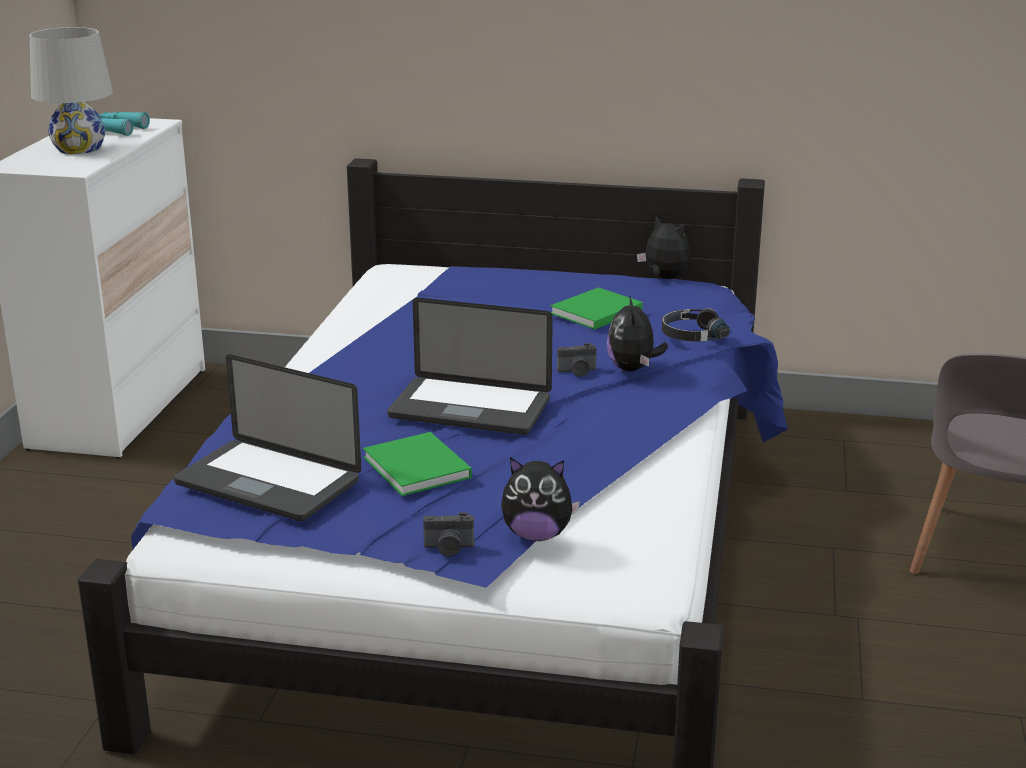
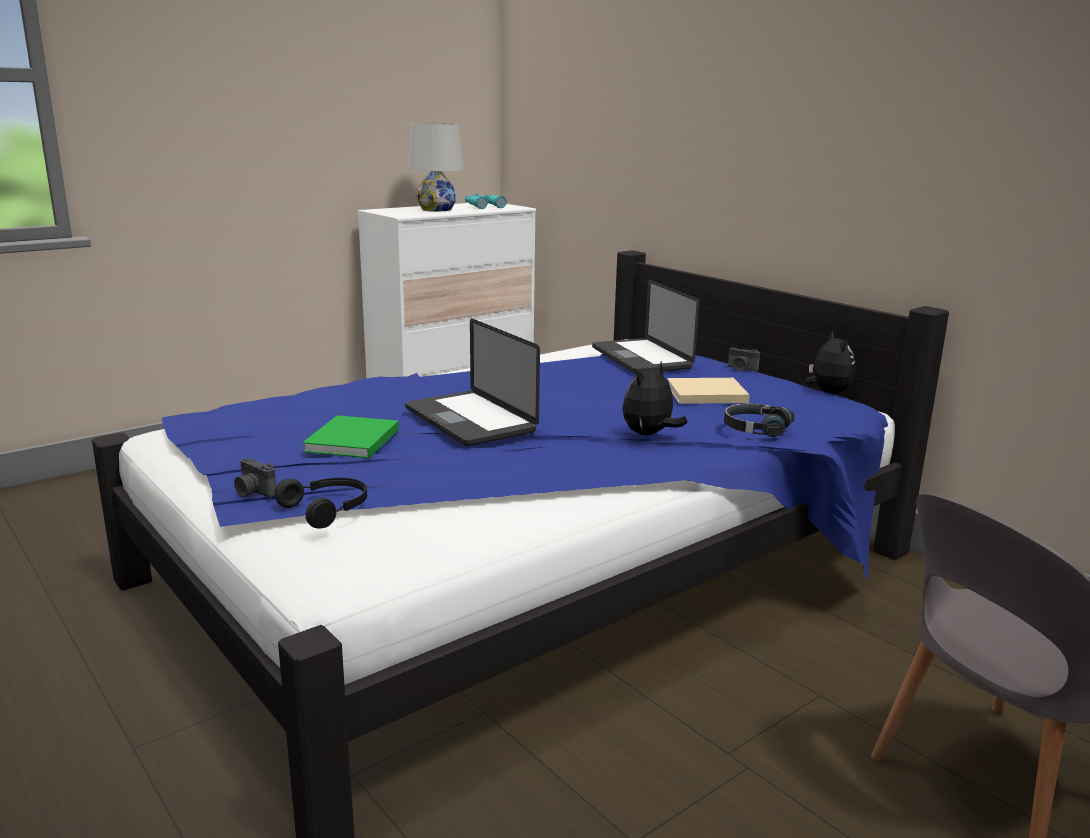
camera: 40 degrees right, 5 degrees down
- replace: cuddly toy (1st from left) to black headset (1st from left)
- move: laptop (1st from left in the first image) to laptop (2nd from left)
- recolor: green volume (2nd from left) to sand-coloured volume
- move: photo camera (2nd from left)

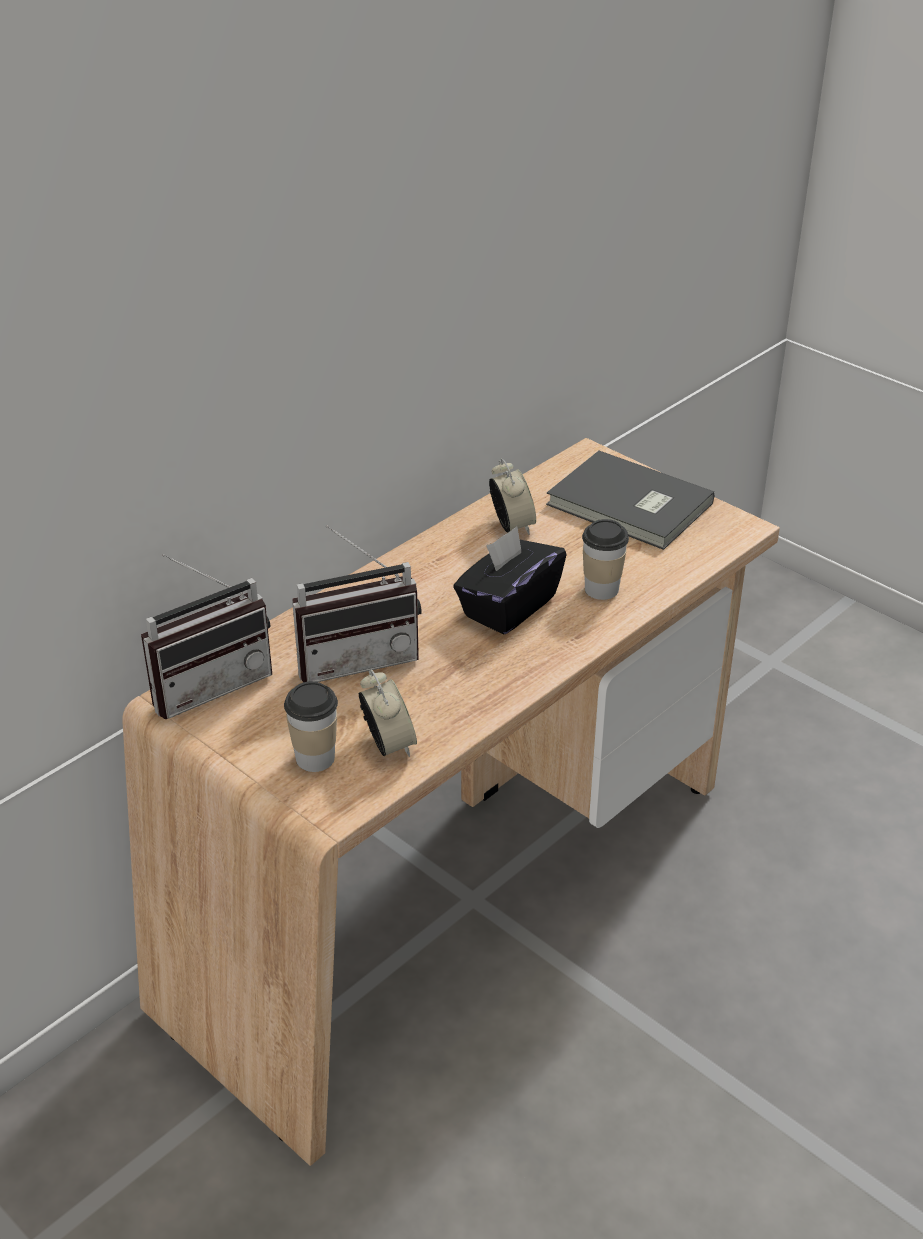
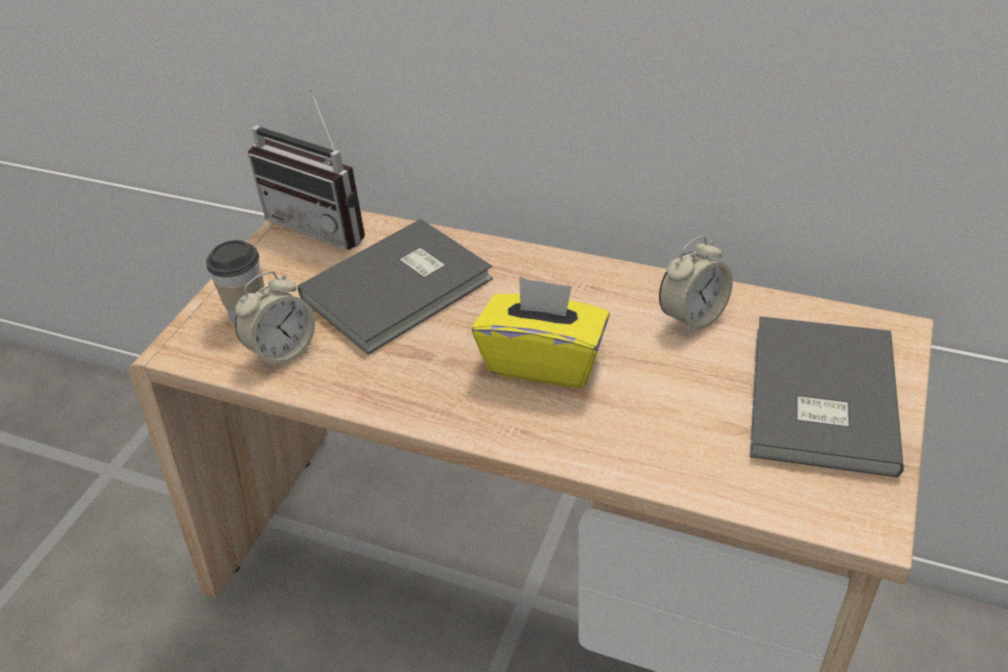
camera: 70 degrees right, 5 degrees up
- replace: radio (2nd from left) to gray volume (1st from left)
- recolor: black box of tissues to yellow-coloured box of tissues
- delete: cup (2nd from left)

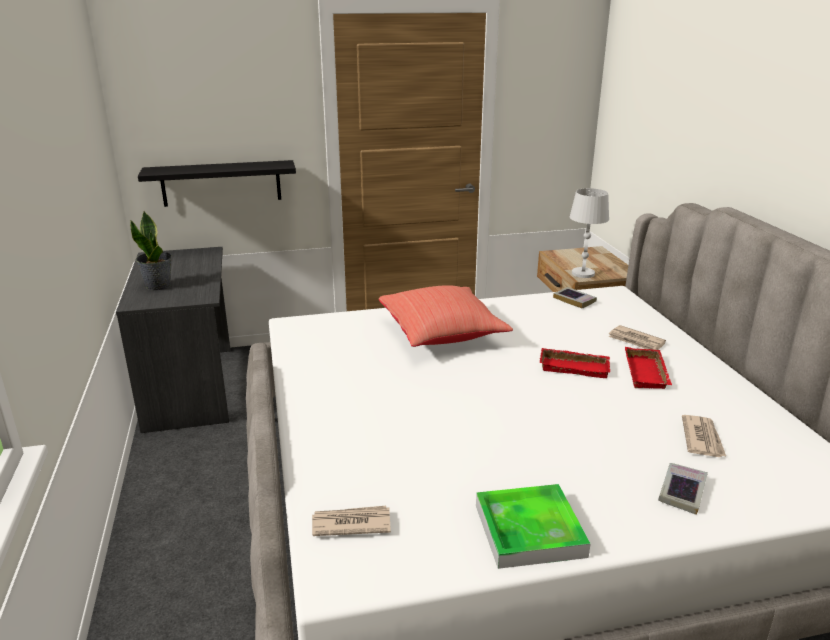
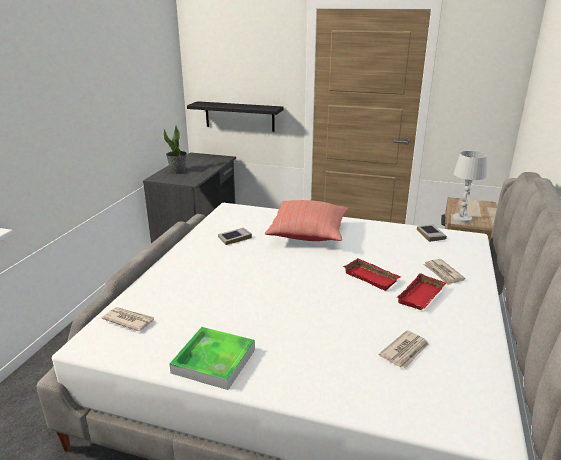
camera: 30 degrees right, 0 degrees up
- move: volume (2nd from left in the first image) to volume (1st from left)

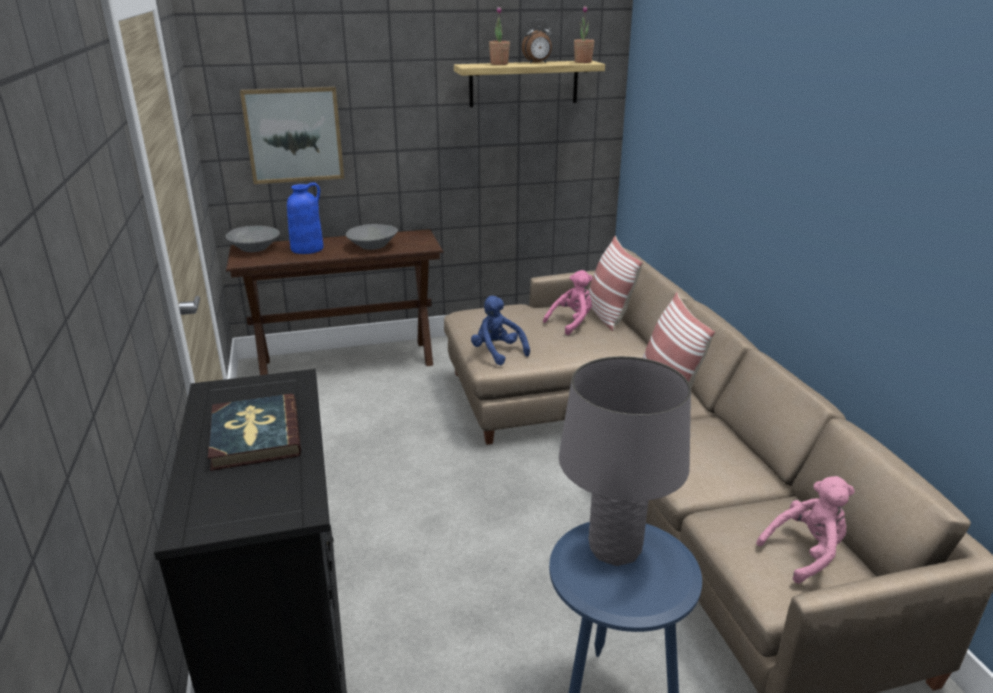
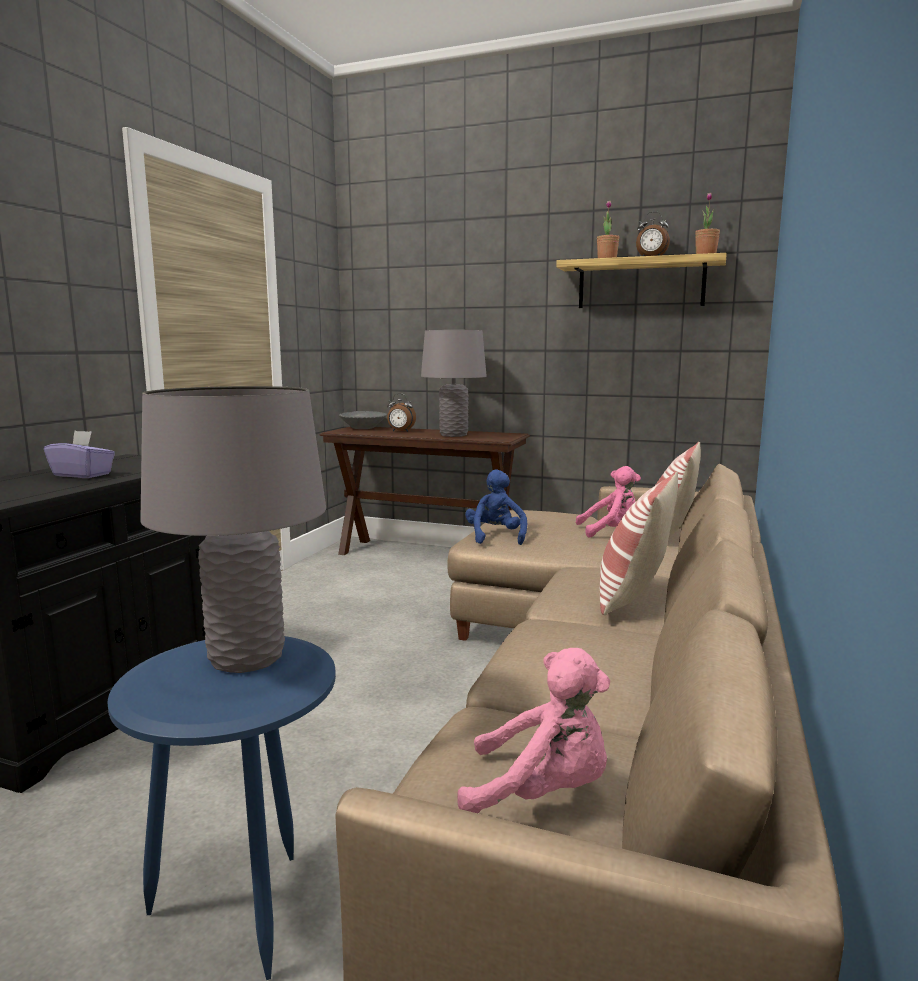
camera: 35 degrees right, 15 degrees down
- replace: volume to purple box of tissues
- replace: blue-coloured decorative vase to alarm clock (1st from left)
- replace: gray bowl (2nd from left) to gray tabletop lamp (2nd from left)
- delete: wall art

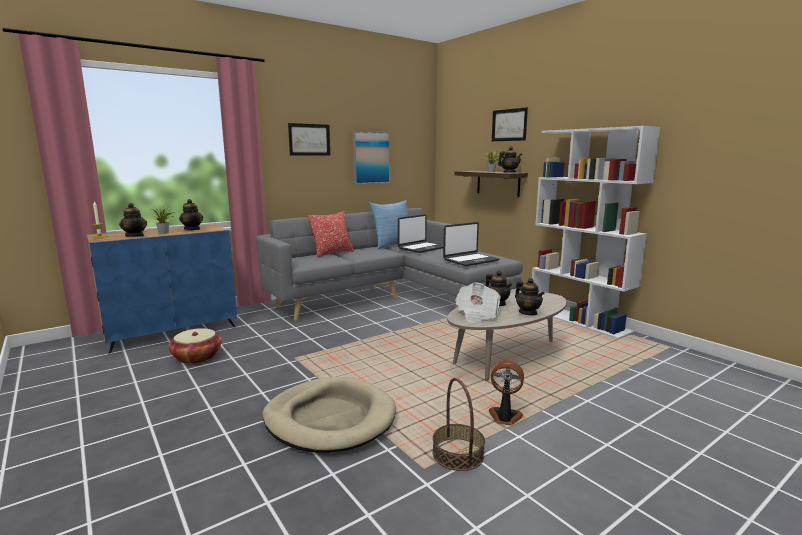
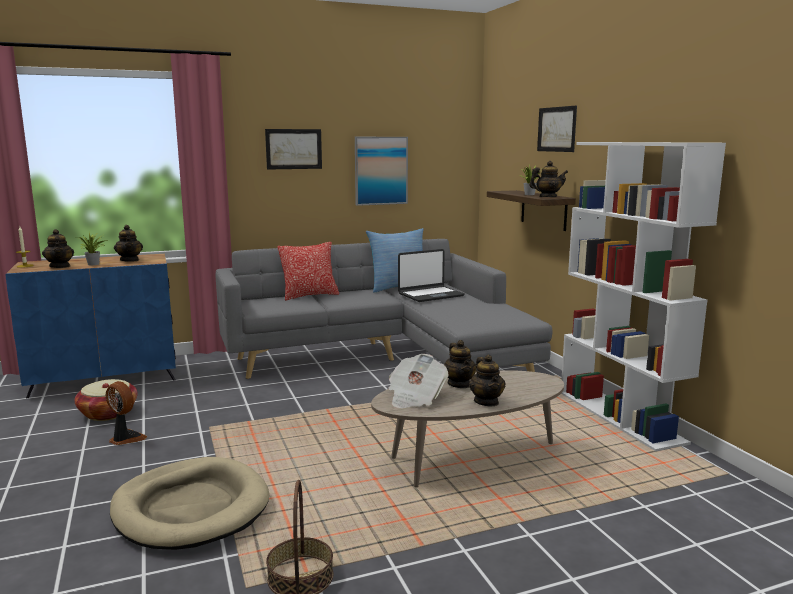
camera: 15 degrees right, 0 degrees up
- move: fan
- delete: laptop (2nd from left)

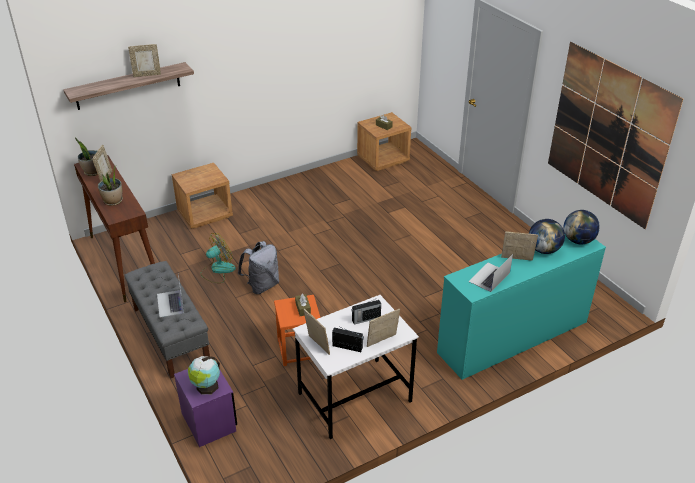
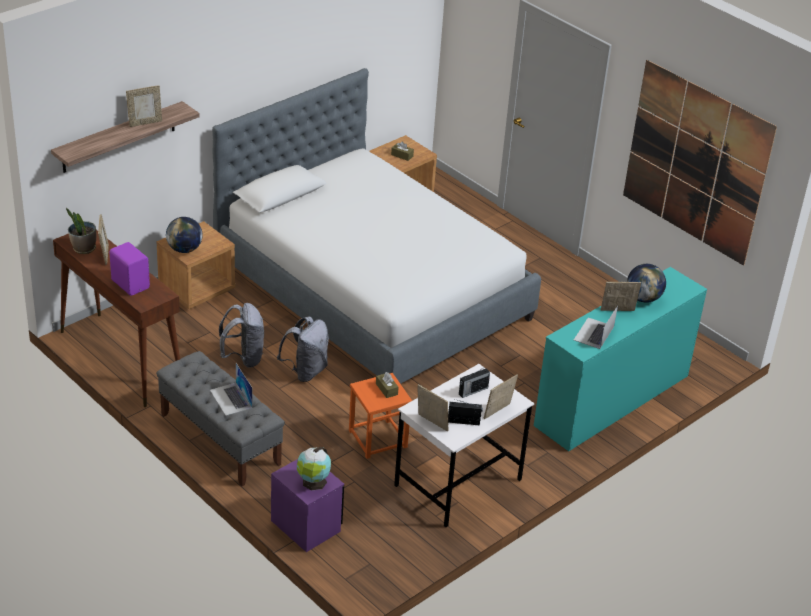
camera: 15 degrees left, 0 degrees up
- replace: plant in a pot (2nd from left) to purple audio speaker
- move: desk globe (3rd from left in the first image) to desk globe (1st from left)
- insert: bed
- replace: fan to gray knapsack (1st from left)

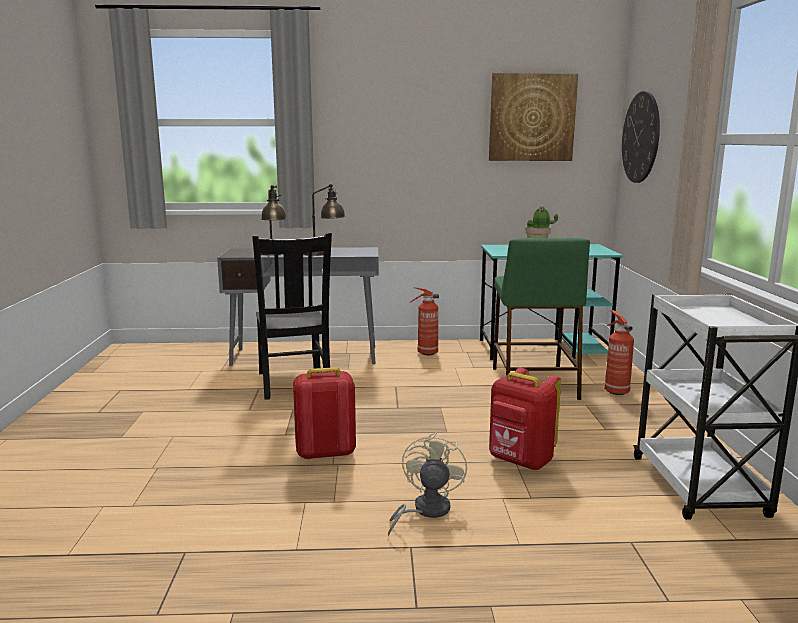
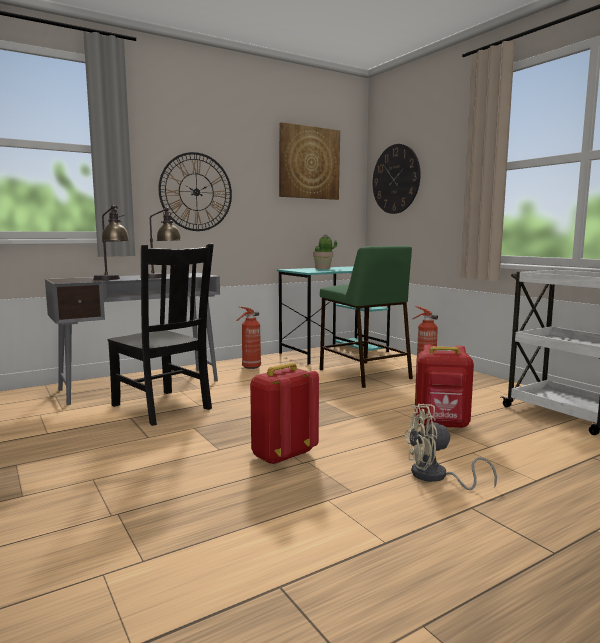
camera: 30 degrees left, 5 degrees down
- insert: hanging clock (1st from left)
- rotate: sand-coloured fan 75 degrees counterclockwise

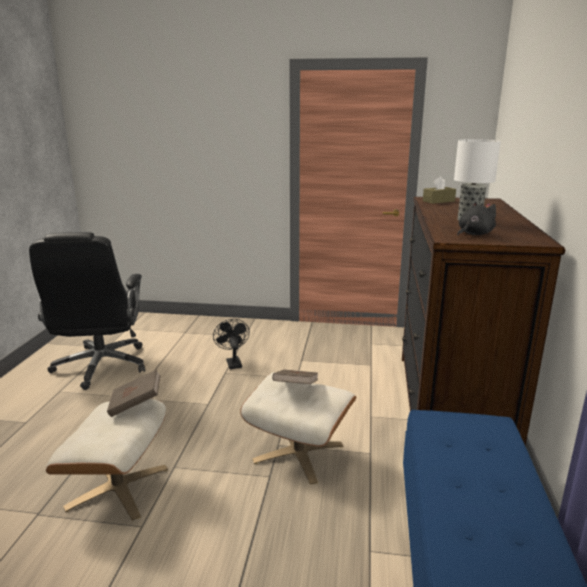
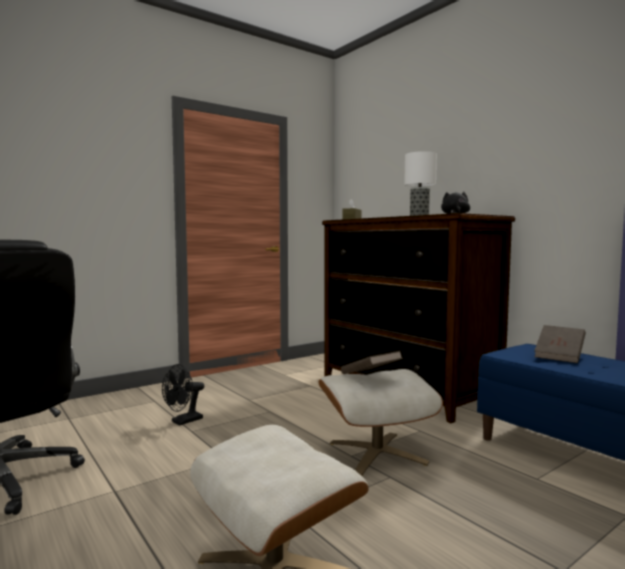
camera: 45 degrees left, 15 degrees down
- rotate: black fan 75 degrees counterclockwise
- move: brown-coloured volume (1st from left in the first image) to brown-coloured volume (2nd from left)

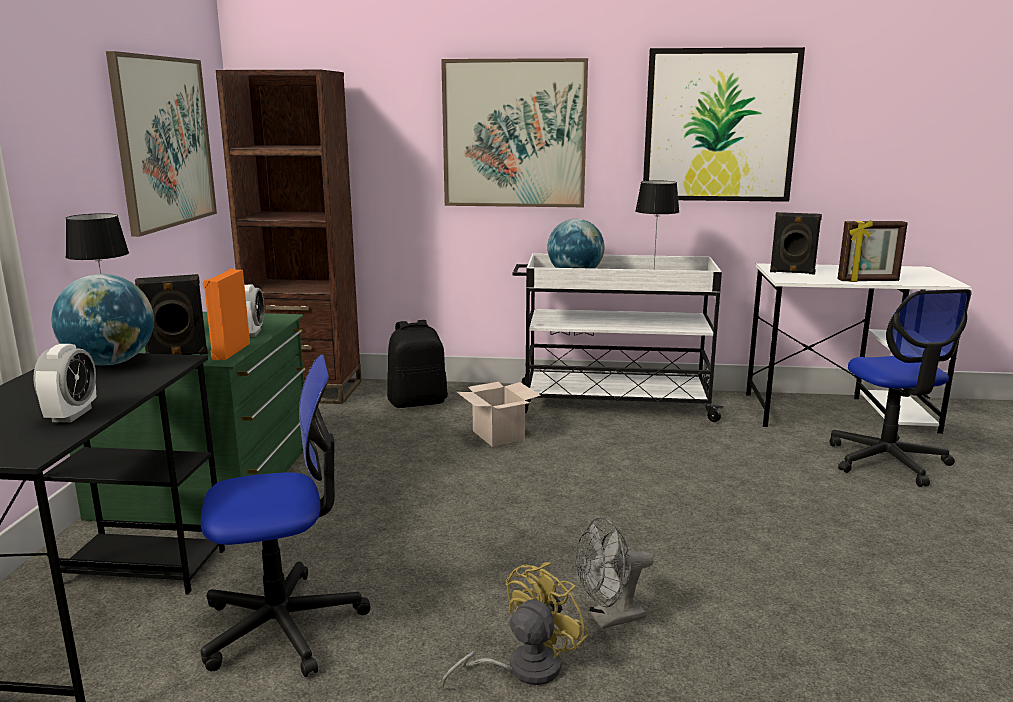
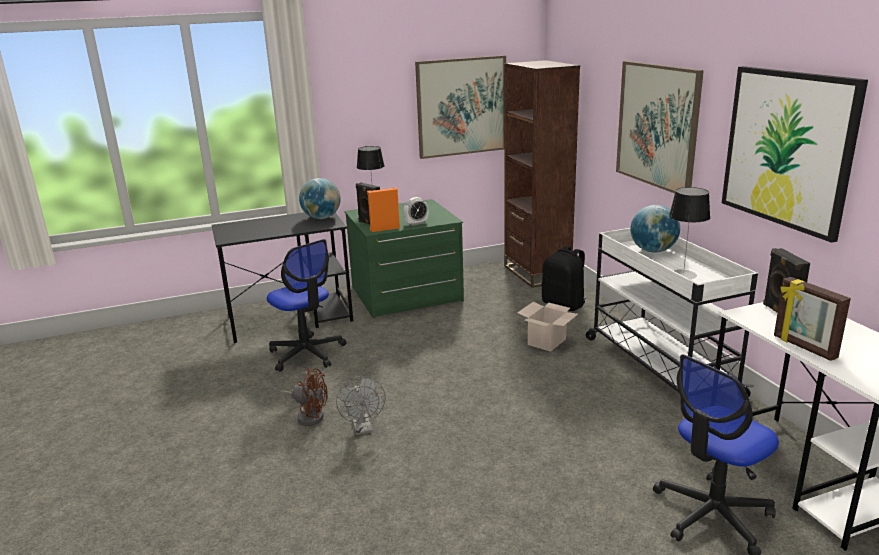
camera: 65 degrees right, 5 degrees up
- recolor: yellow-coloured fan to brown-coloured fan
- rotate: gray fan 150 degrees counterclockwise
- delete: alarm clock (1st from left)

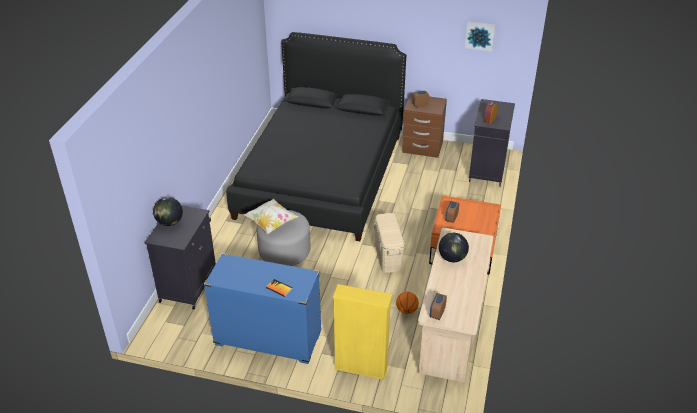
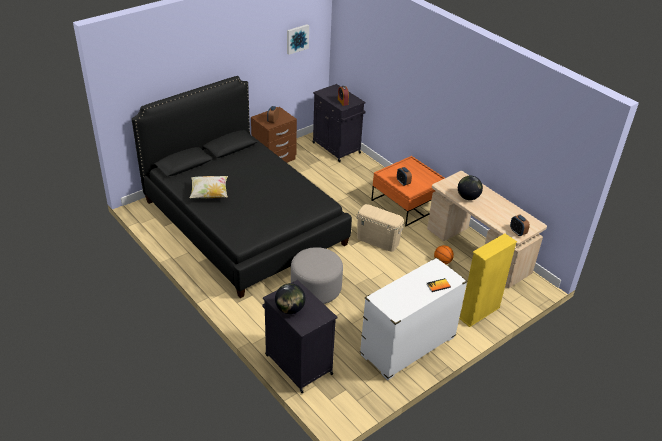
camera: 55 degrees left, 0 degrees up
- move: cushion
- recolor: blue-coloured drawer chest to white drawer chest

